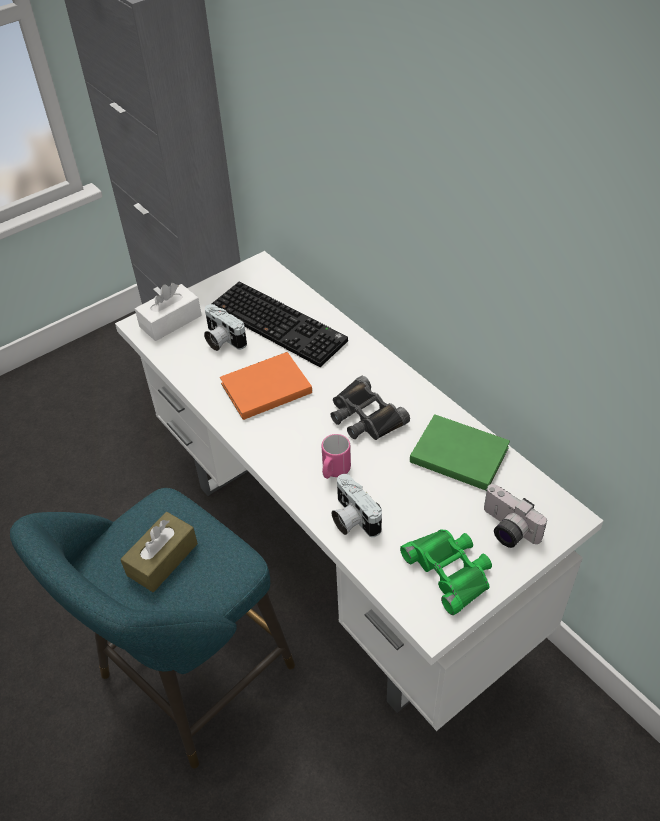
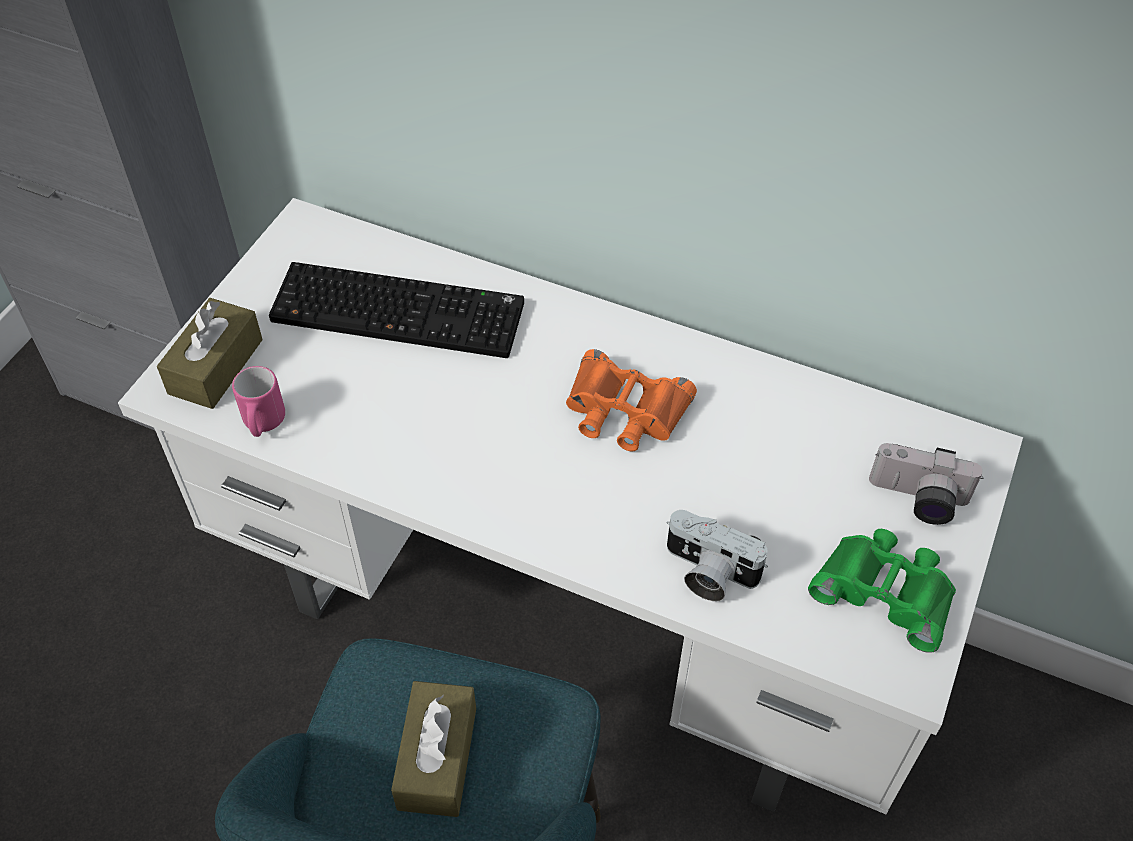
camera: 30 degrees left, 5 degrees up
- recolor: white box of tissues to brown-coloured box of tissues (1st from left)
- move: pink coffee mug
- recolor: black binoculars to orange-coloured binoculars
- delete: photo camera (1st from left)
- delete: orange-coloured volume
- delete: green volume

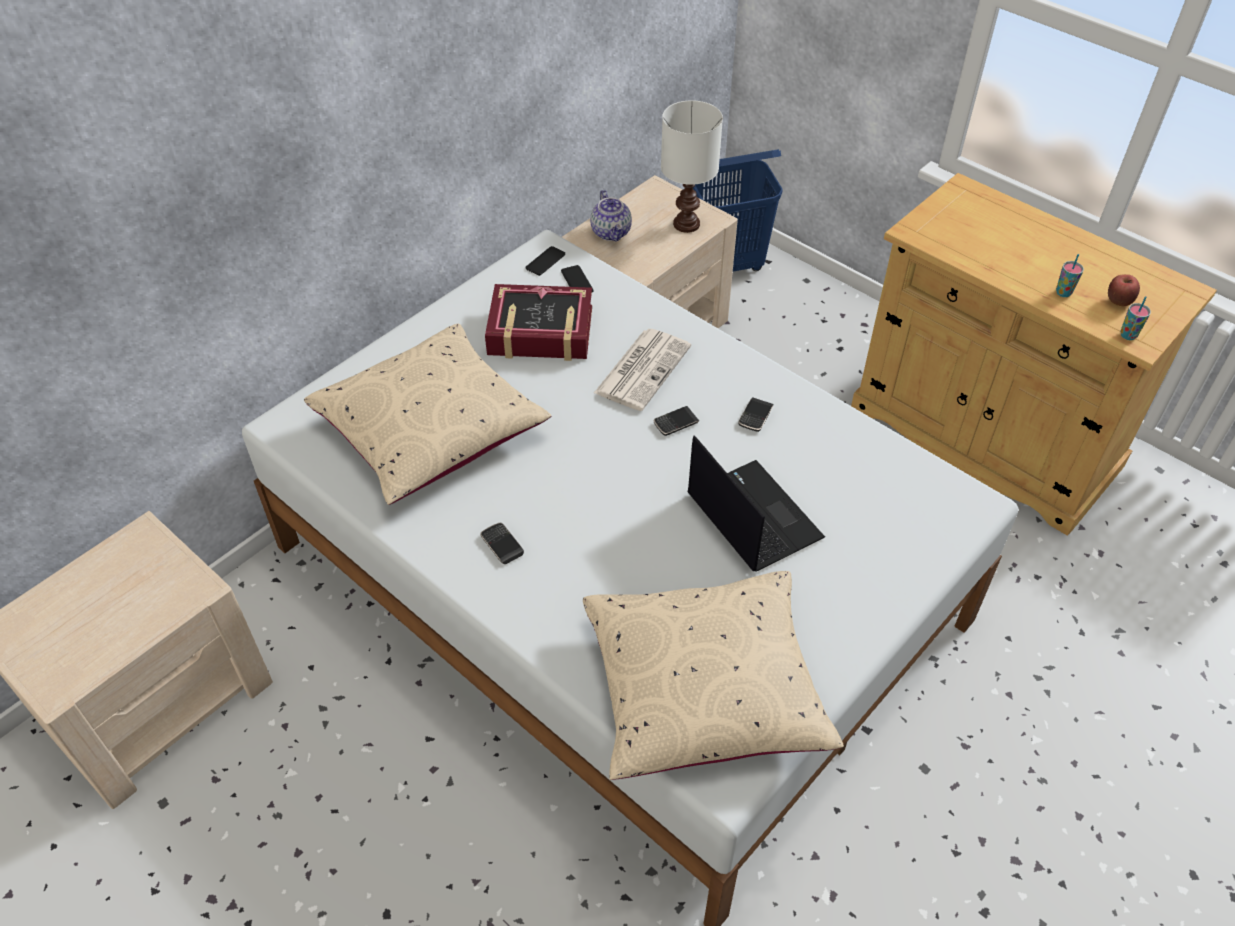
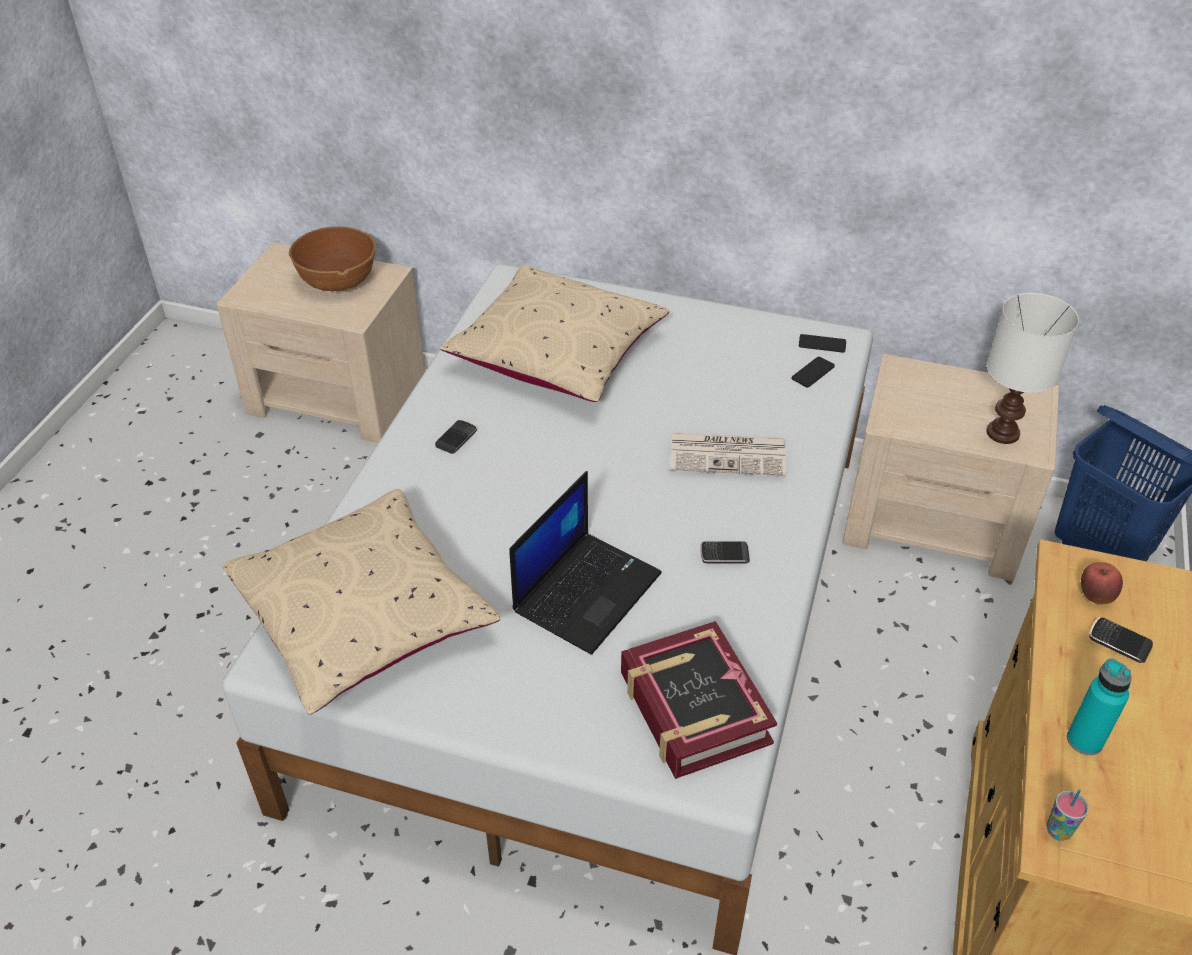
camera: 65 degrees right, 5 degrees down
- insert: brown-coloured bowl
- move: volume
- replace: cup (1st from left) to turquoise-coloured beverage bottle
- move: whole apple
- move: handset (4th from left in the first image) to handset (5th from left)
- delete: tea pot

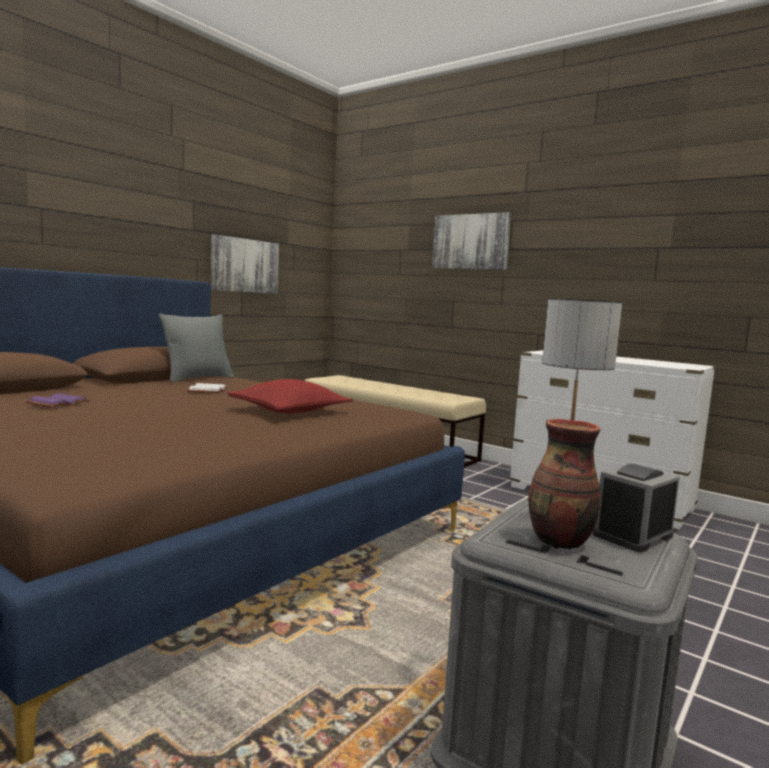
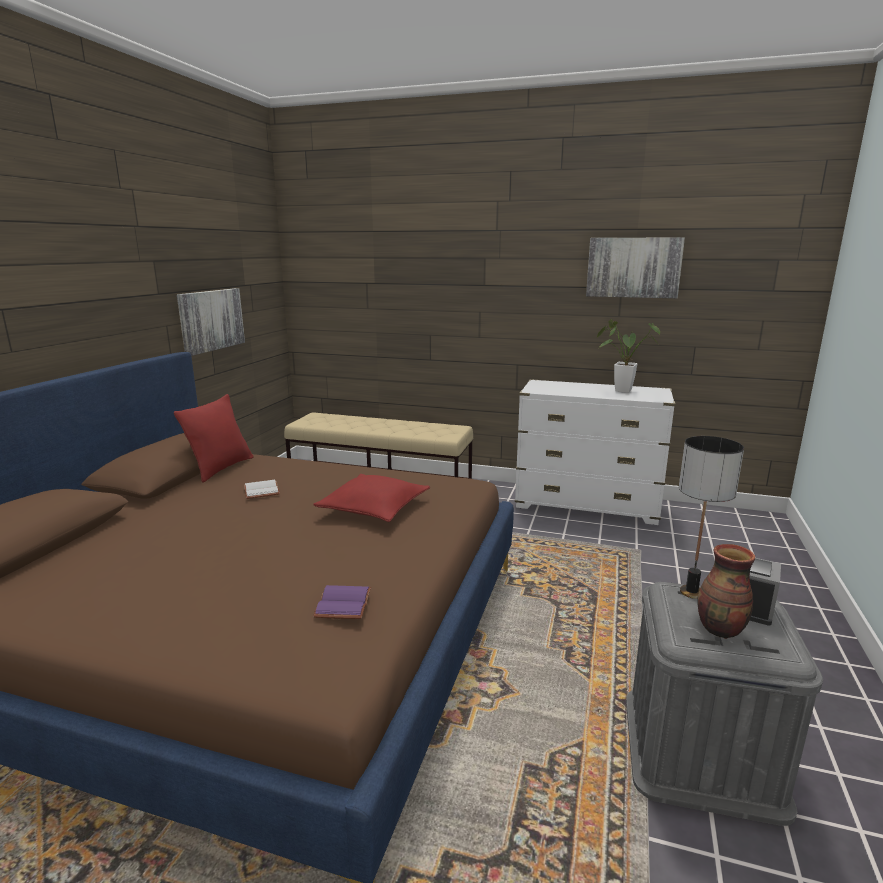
camera: 20 degrees left, 10 degrees up
- recolor: gray cushion to red-coloured cushion (1st from left)
- move: purple volume
- move: wall art (2nd from left)
- insert: plant in a pot

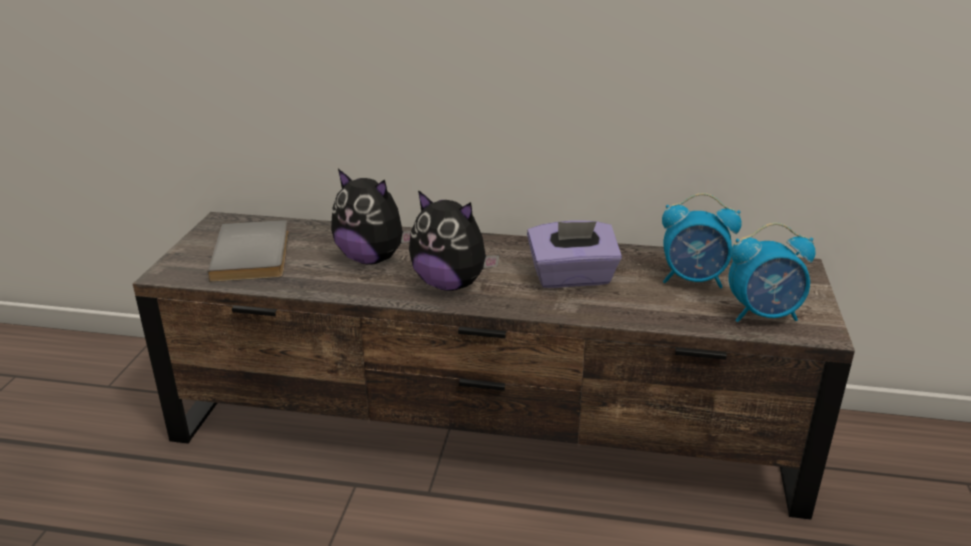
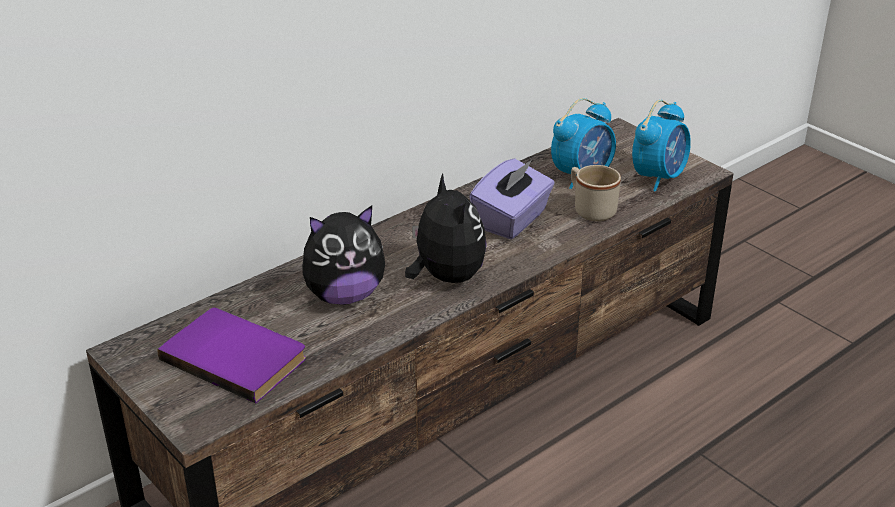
camera: 50 degrees left, 5 degrees up
- recolor: gray volume to purple volume
- rotate: cuddly toy (2nd from left) 90 degrees counterclockwise
- insert: sand-coloured coffee mug

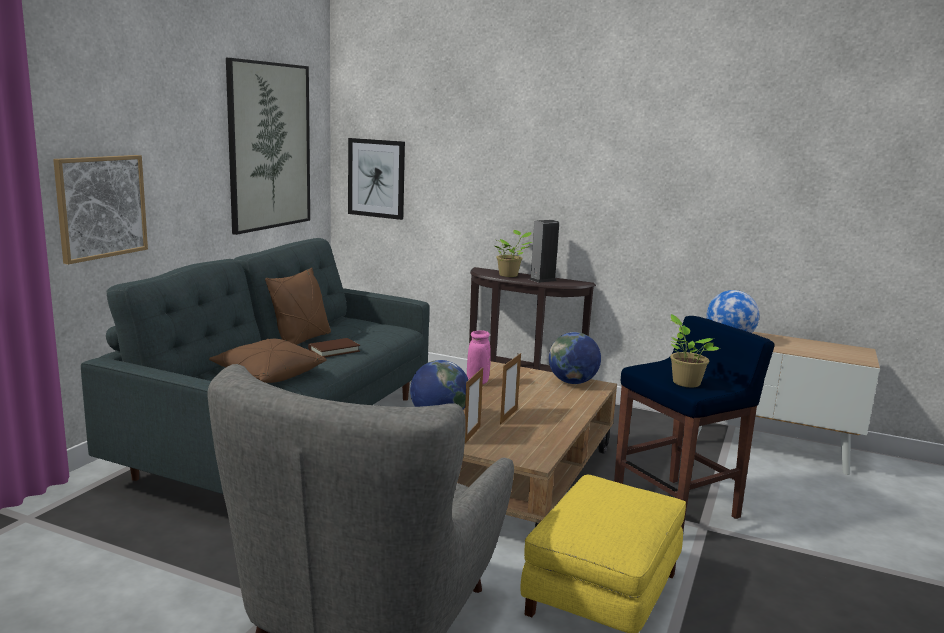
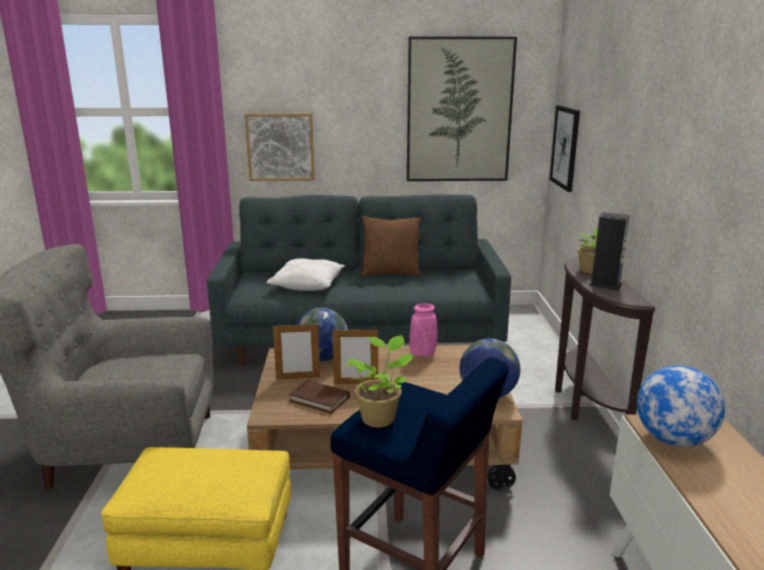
camera: 65 degrees right, 5 degrees up
- recolor: brown-coloured cushion (1st from left) to white cushion
- move: brown-coloured volume

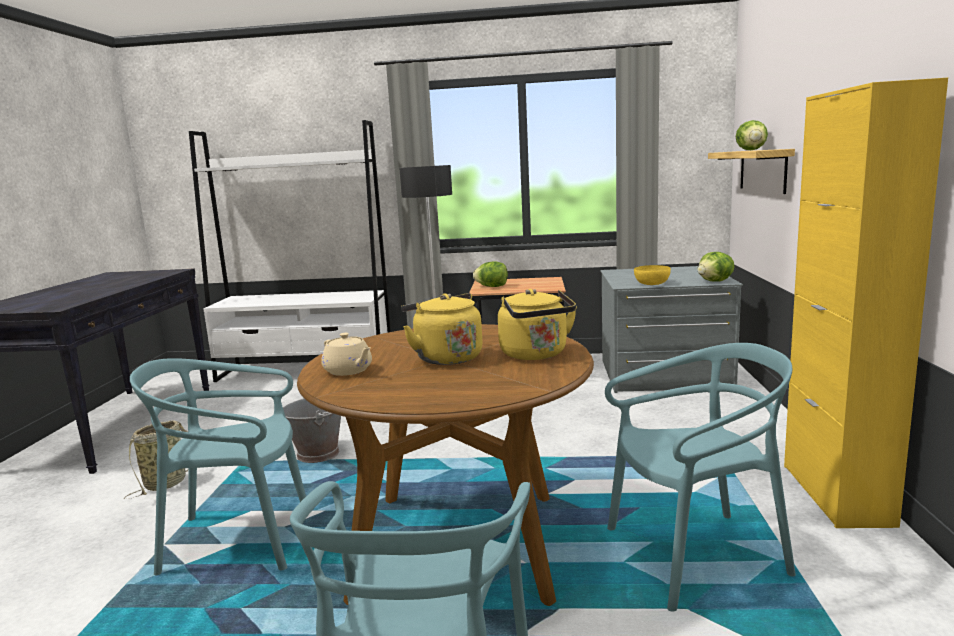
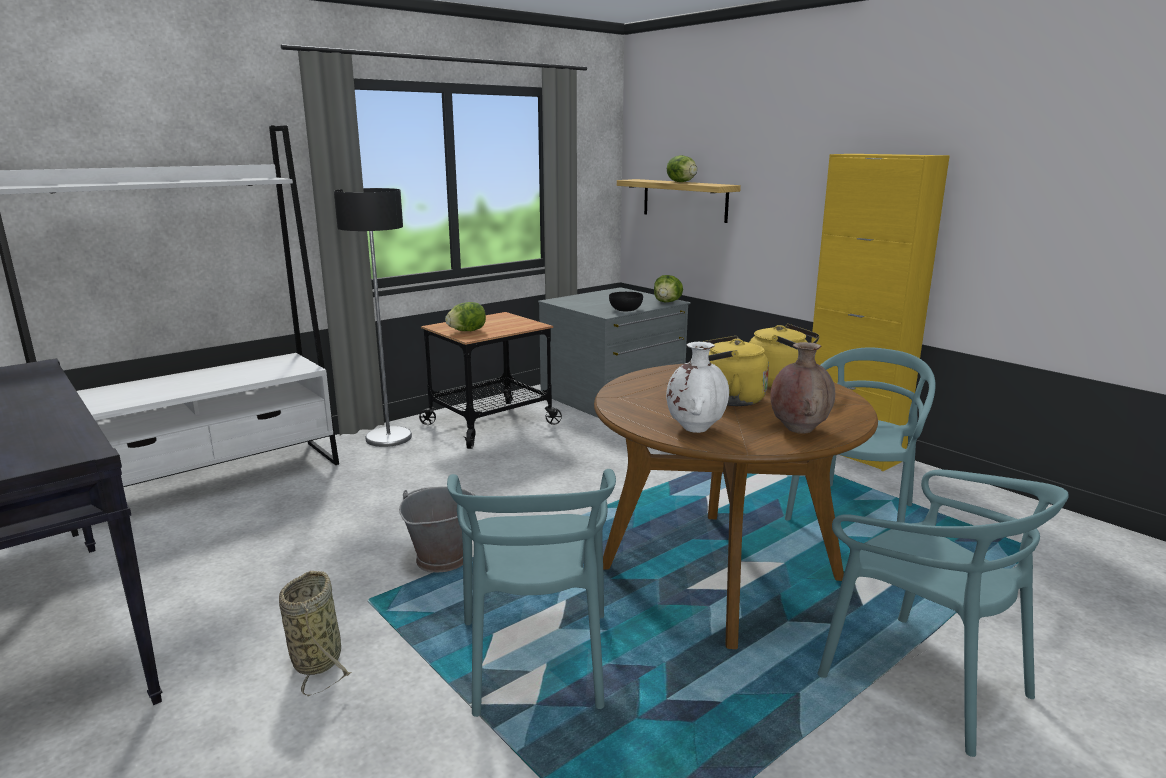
camera: 45 degrees left, 5 degrees up
- rotate: turquoise-coloured plain chair (1st from left) 45 degrees counterclockwise
- recolor: yellow-coloured bowl to black bowl
- replace: sand-coloured tea pot to white decorative vase
- insert: brown-coloured decorative vase

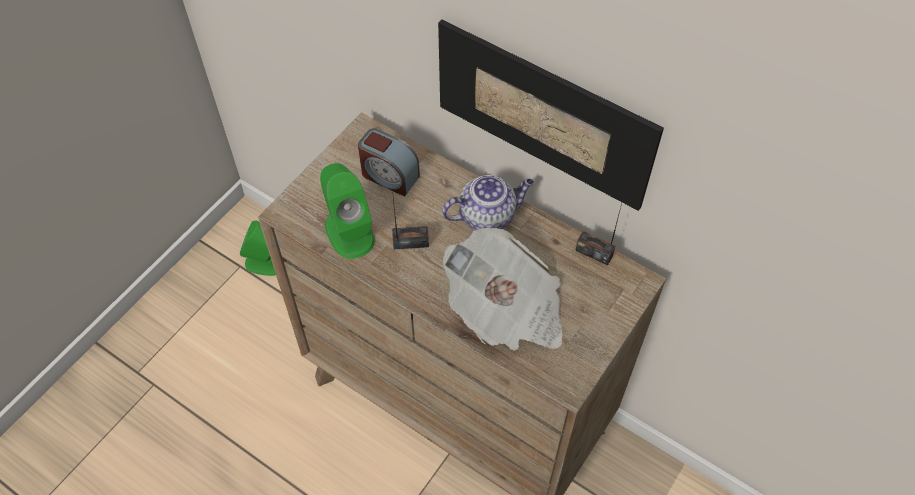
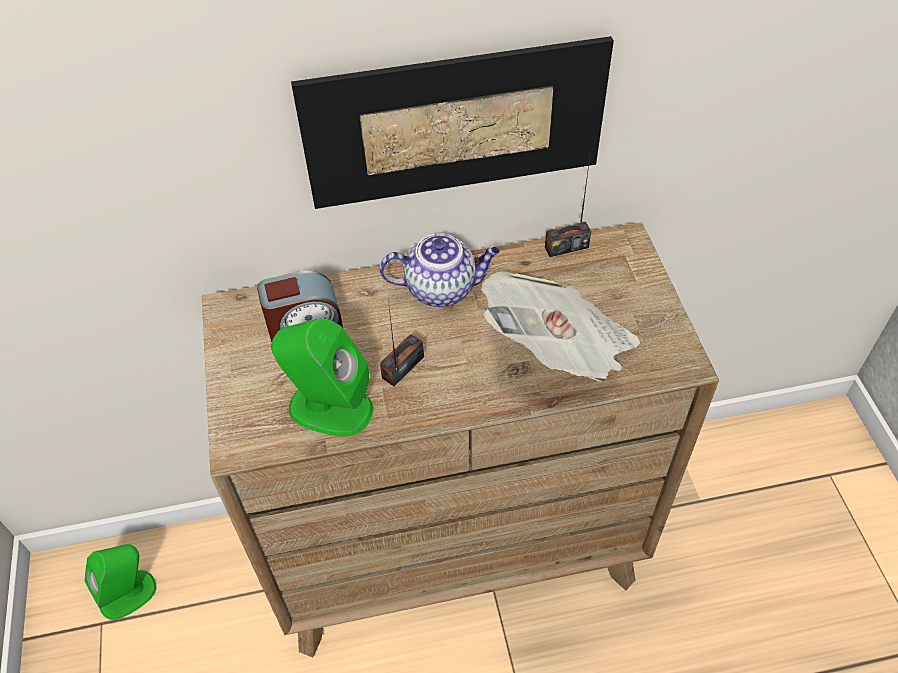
camera: 45 degrees left, 5 degrees down
- rotate: tea pot 60 degrees clockwise

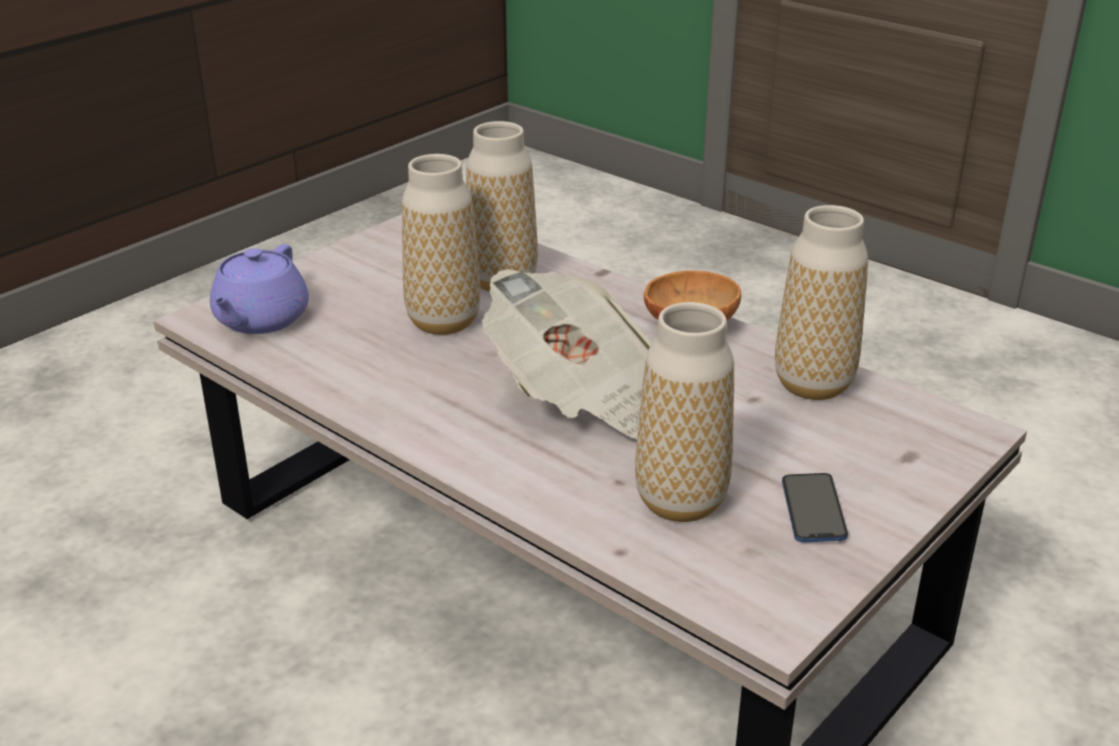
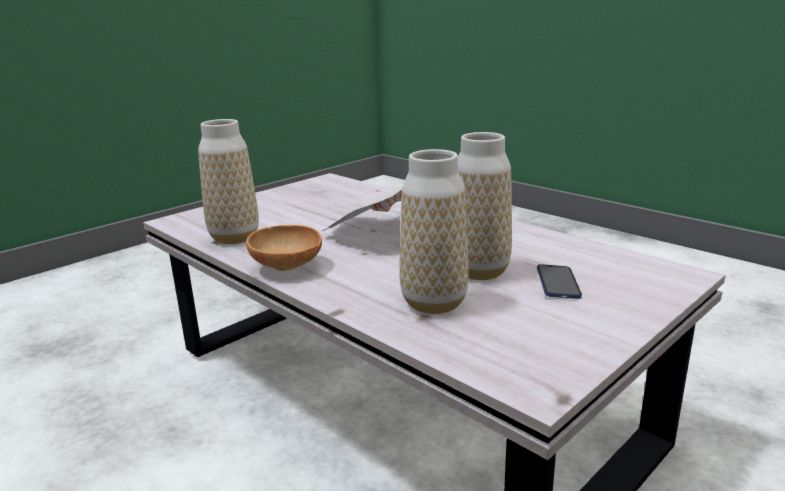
camera: 175 degrees left, 10 degrees down
- move: handset
- delete: purple tea pot
- delete: decorative vase (3rd from left)

